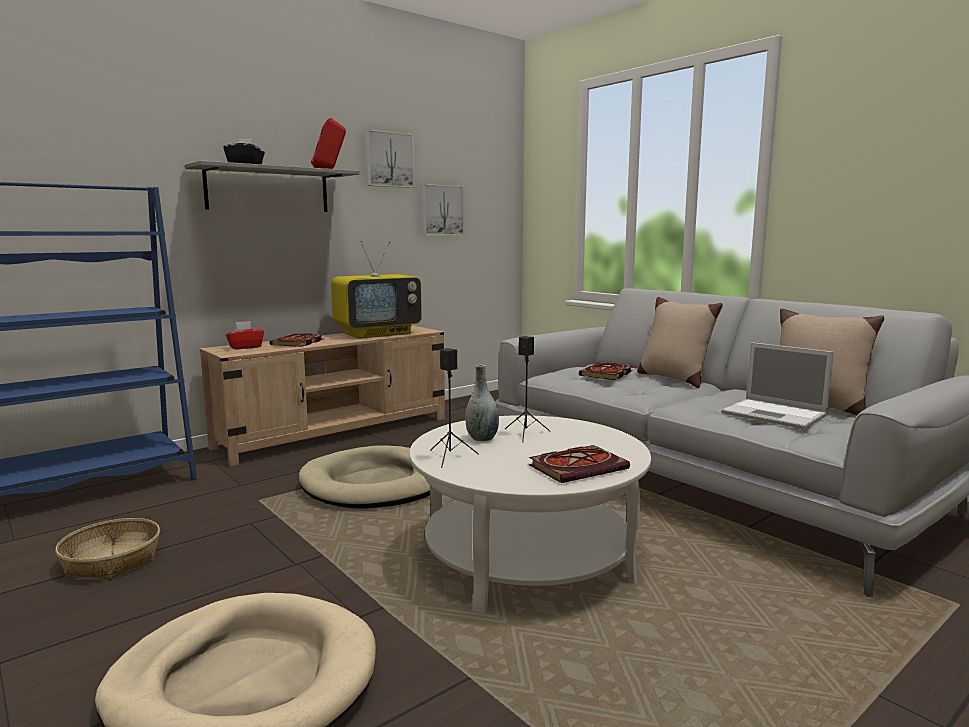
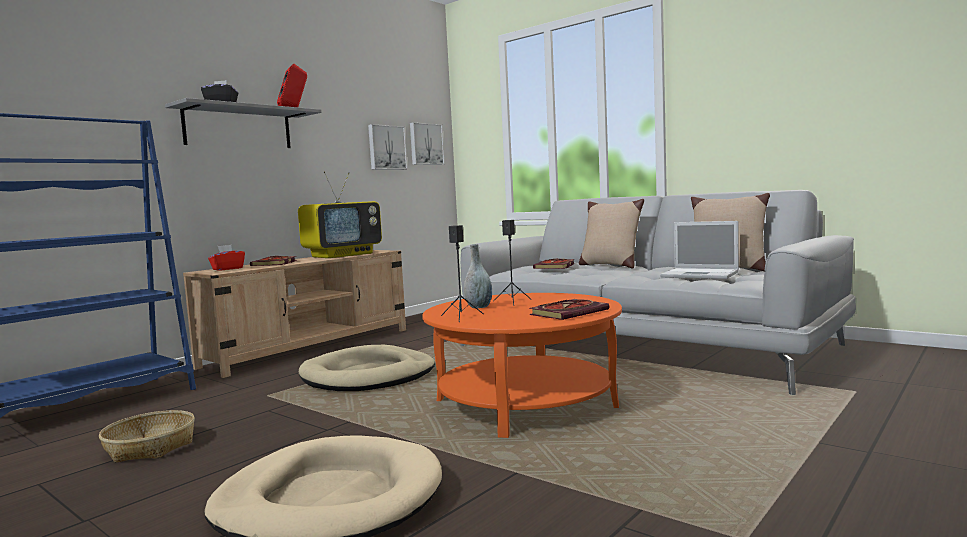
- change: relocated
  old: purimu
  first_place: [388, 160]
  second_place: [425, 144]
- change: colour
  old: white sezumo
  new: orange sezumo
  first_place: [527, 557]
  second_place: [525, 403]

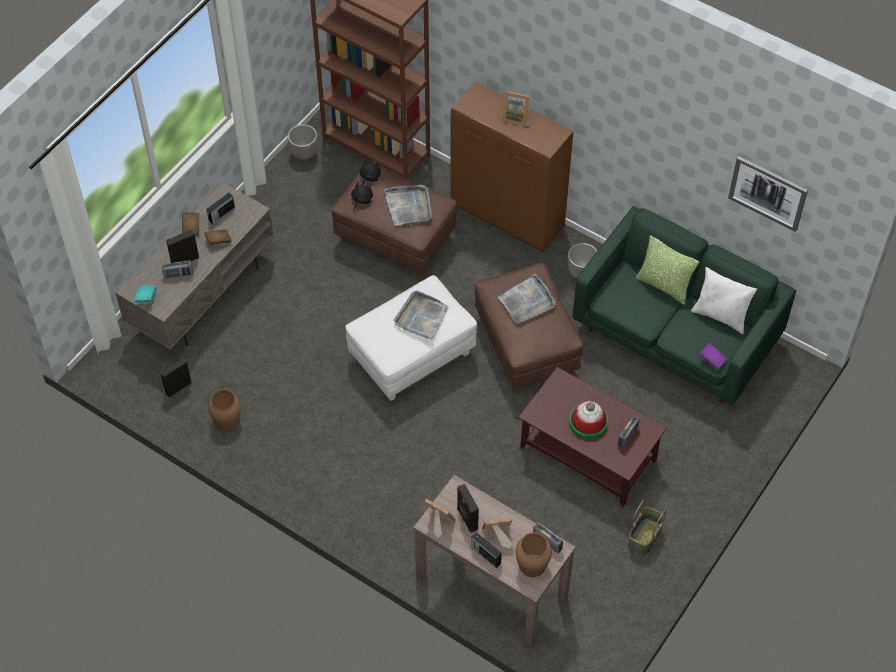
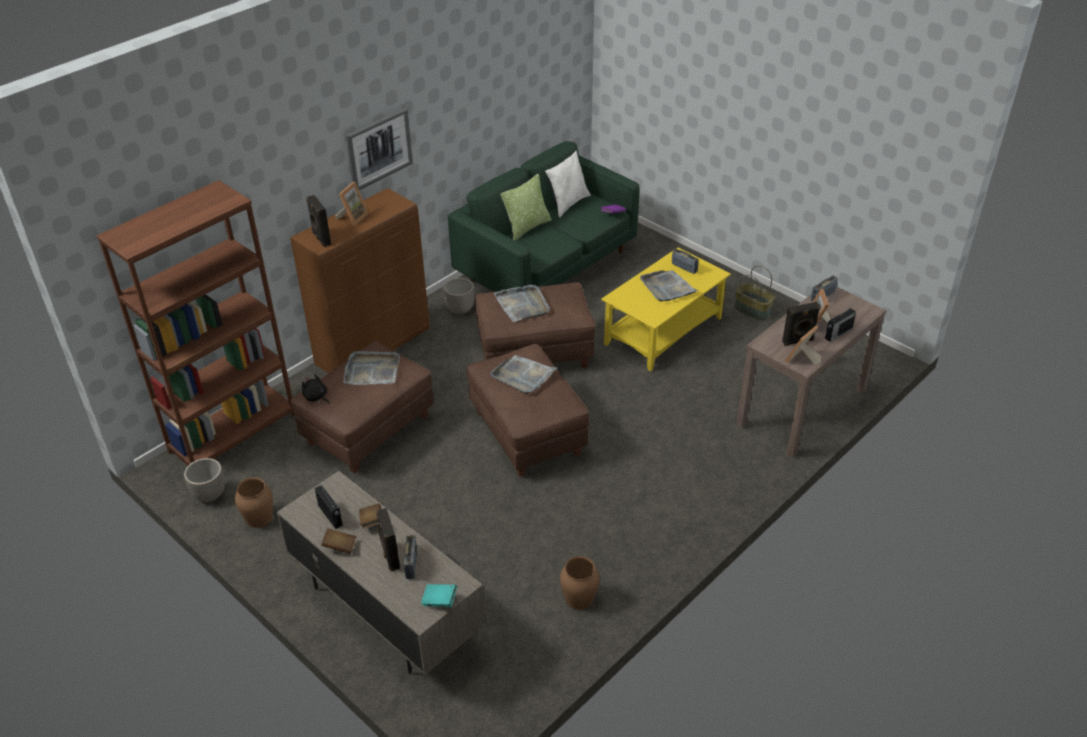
- change: relocated
  old: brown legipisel
  first_place: [532, 565]
  second_place: [258, 517]
- change: relocated
  old: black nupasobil
  first_place: [178, 387]
  second_place: [321, 239]
- change: relocated
  old: purimu
  first_place: [768, 193]
  second_place: [379, 149]
- change: colour
  old: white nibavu
  new: brown nibavu
  first_place: [412, 356]
  second_place: [527, 433]
- change: colour
  old: brown sezumo
  new: yellow sezumo
  first_place: [589, 454]
  second_place: [663, 330]
- change: exchanged
  old: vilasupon
  new: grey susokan
  first_place: [588, 422]
  second_place: [667, 287]
- change: missing
  old: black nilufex
  first_place: [361, 200]

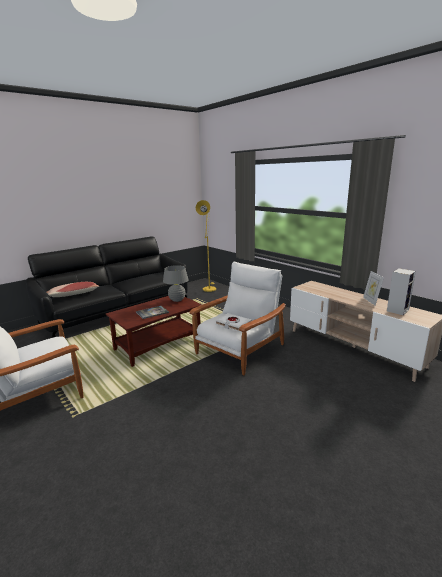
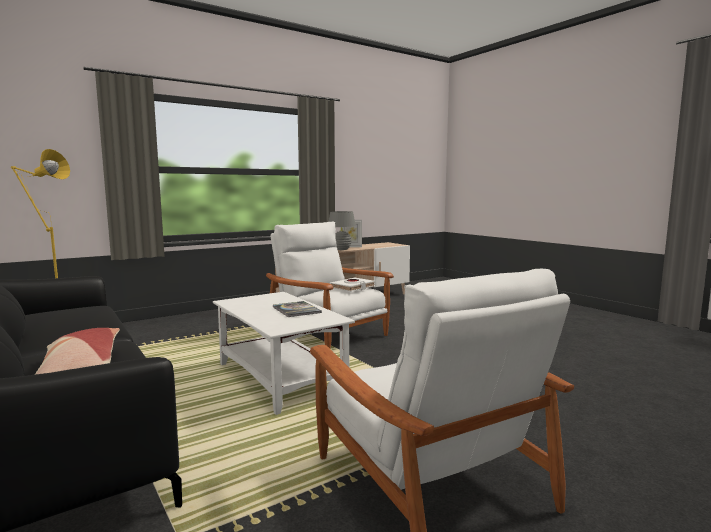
- change: colour
  old: brown sezumo
  new: white sezumo
  first_place: [159, 344]
  second_place: [279, 378]
- change: relocated
  old: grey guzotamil
  first_place: [177, 300]
  second_place: [341, 249]
- change: missing
  old: nupasobil
  first_place: [397, 310]

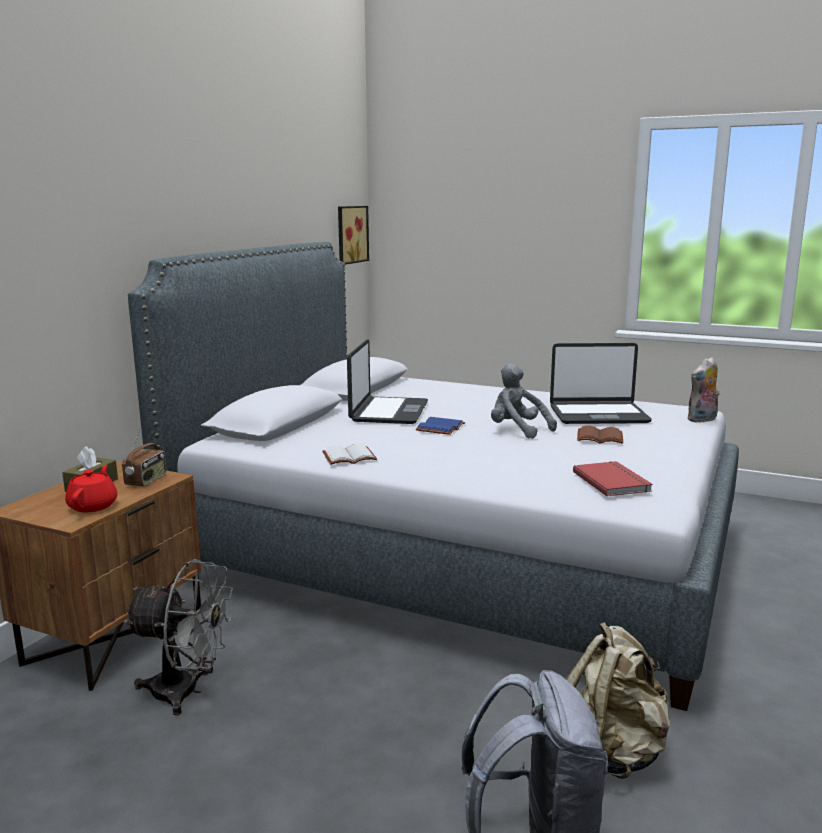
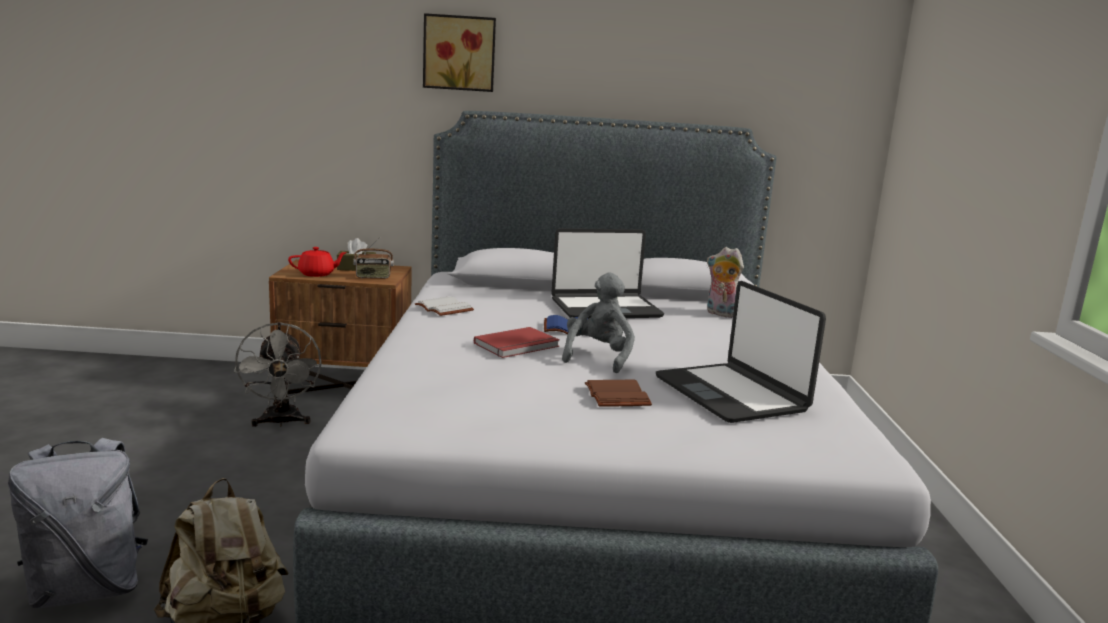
- change: relocated
  old: purimu
  first_place: [350, 234]
  second_place: [459, 53]
- change: relocated
  old: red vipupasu
  first_place: [613, 481]
  second_place: [518, 346]
- change: relocated
  old: nilufex
  first_place: [702, 420]
  second_place: [721, 314]

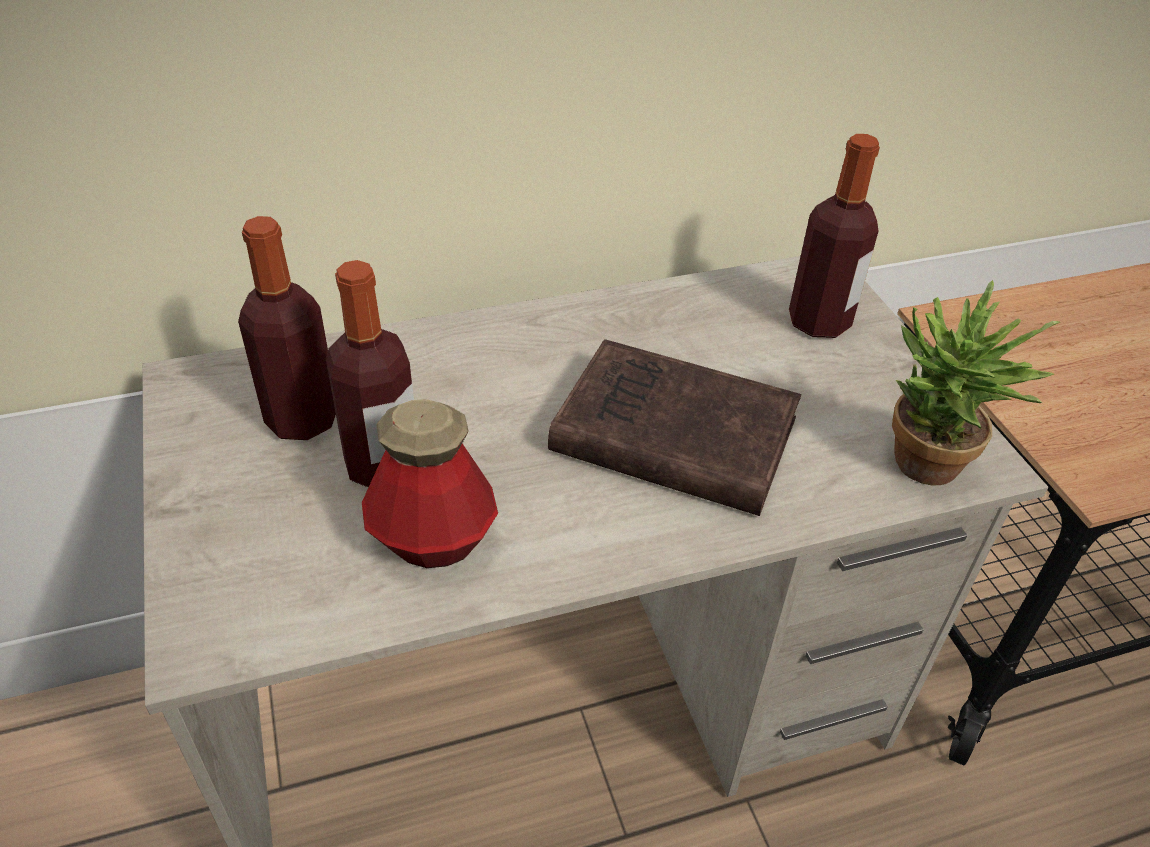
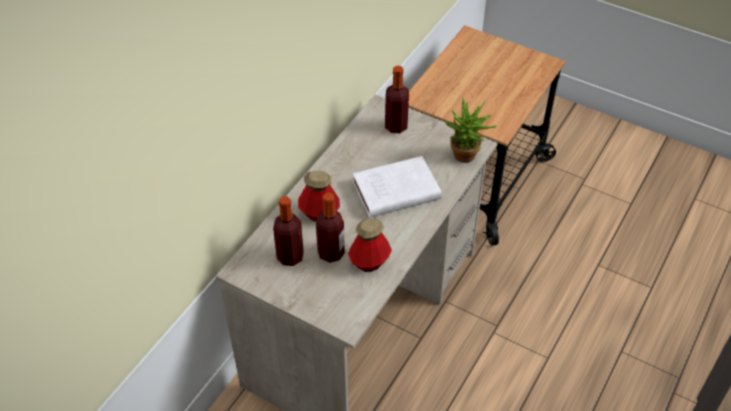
- change: appeared
  new: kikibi
  second_place: [319, 213]
- change: colour
  old: brown vipupasu
  new: white vipupasu
  first_place: [668, 434]
  second_place: [394, 191]

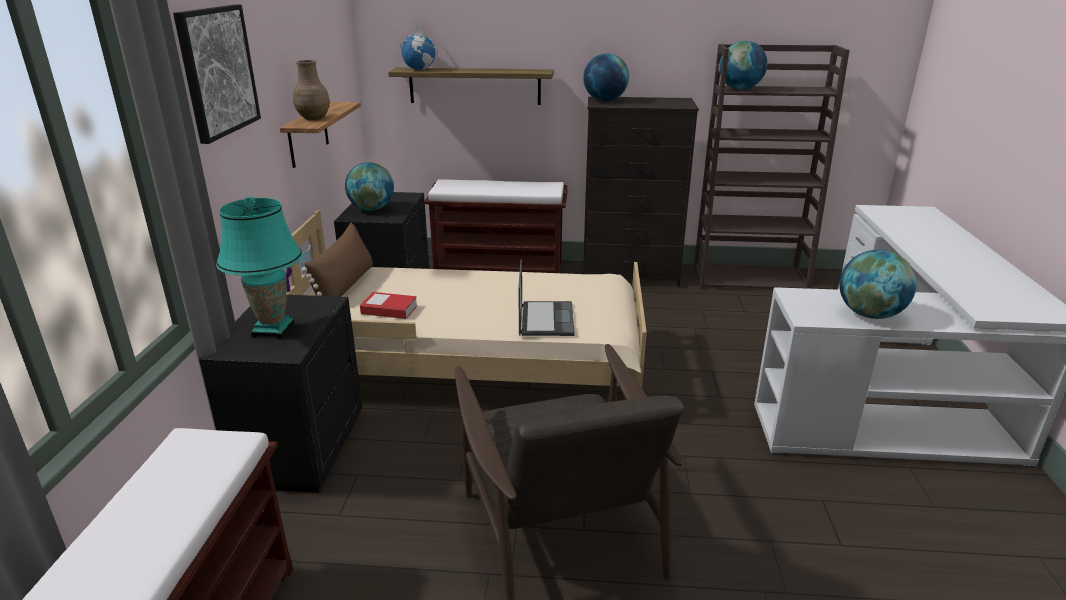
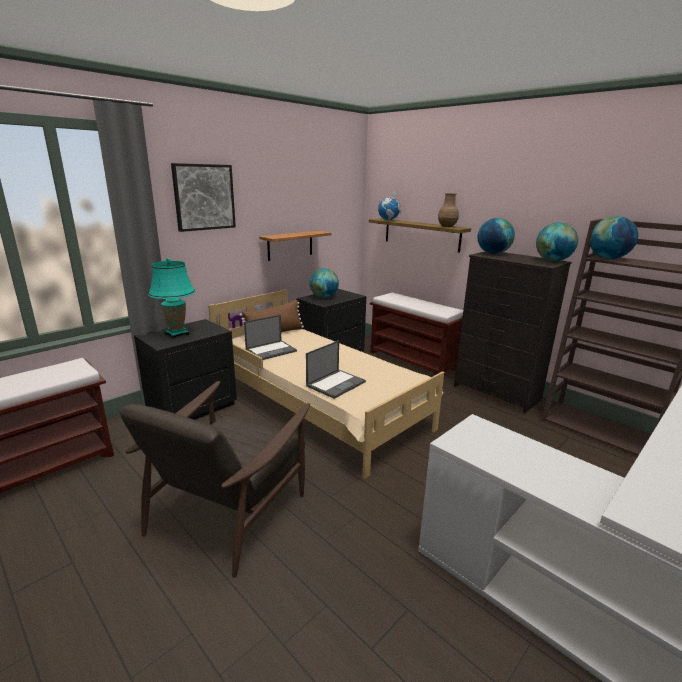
- change: exchanged
  old: vipupasu
  new: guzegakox
  first_place: [389, 310]
  second_place: [271, 350]
- change: relocated
  old: brown legipisel
  first_place: [314, 118]
  second_place: [447, 226]
- change: relocated
  old: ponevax
  first_place: [870, 315]
  second_place: [553, 260]

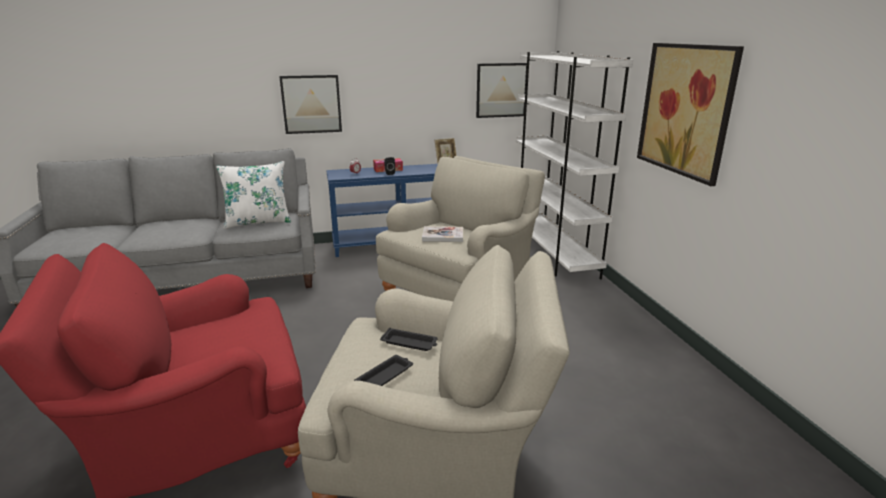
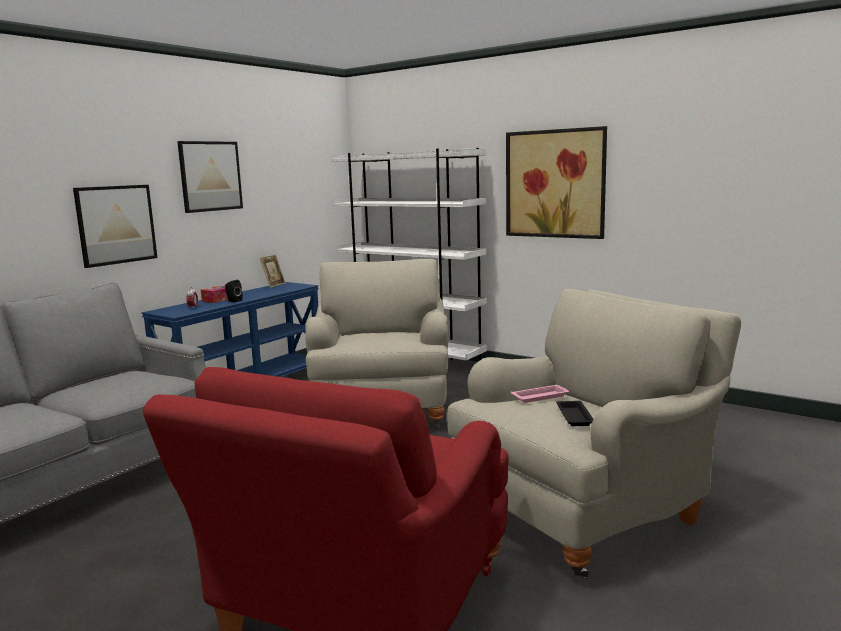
- change: relocated
  old: purimu
  first_place: [501, 90]
  second_place: [210, 176]
- change: colour
  old: black susokan
  new: pink susokan
  first_place: [410, 343]
  second_place: [541, 397]
- change: missing
  old: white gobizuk
  first_place: [258, 222]
- change: missing
  old: vipupasu
  first_place: [443, 235]

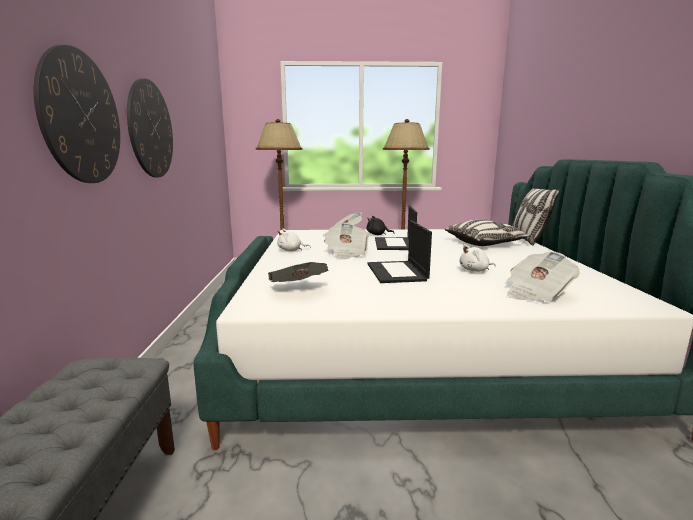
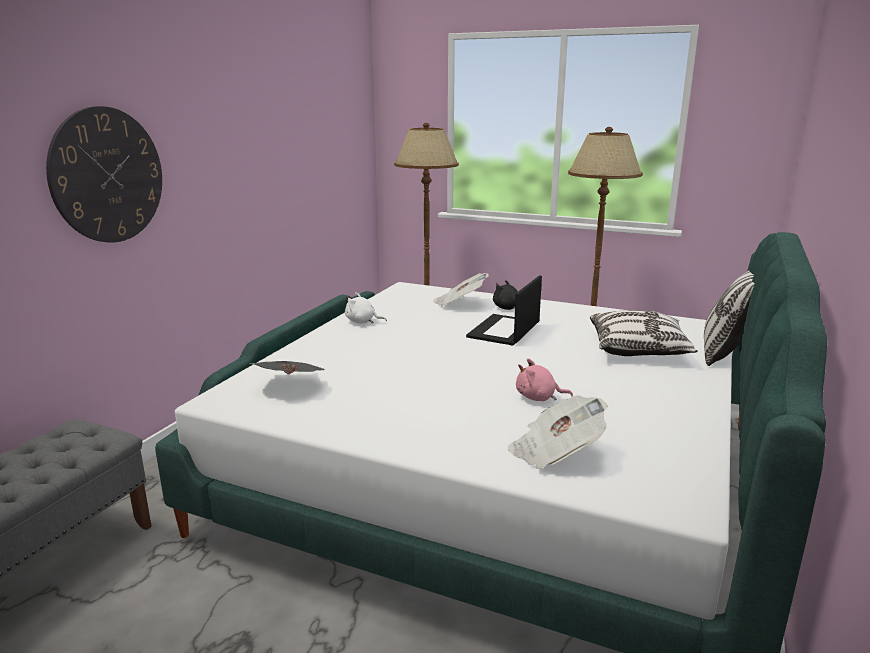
- change: colour
  old: white nilufex
  new: pink nilufex
  first_place: [475, 270]
  second_place: [538, 397]
- change: missing
  old: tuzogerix
  first_place: [151, 129]
- change: missing
  old: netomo
  first_place: [346, 253]
- change: missing
  old: guzegakox
  first_place: [397, 272]

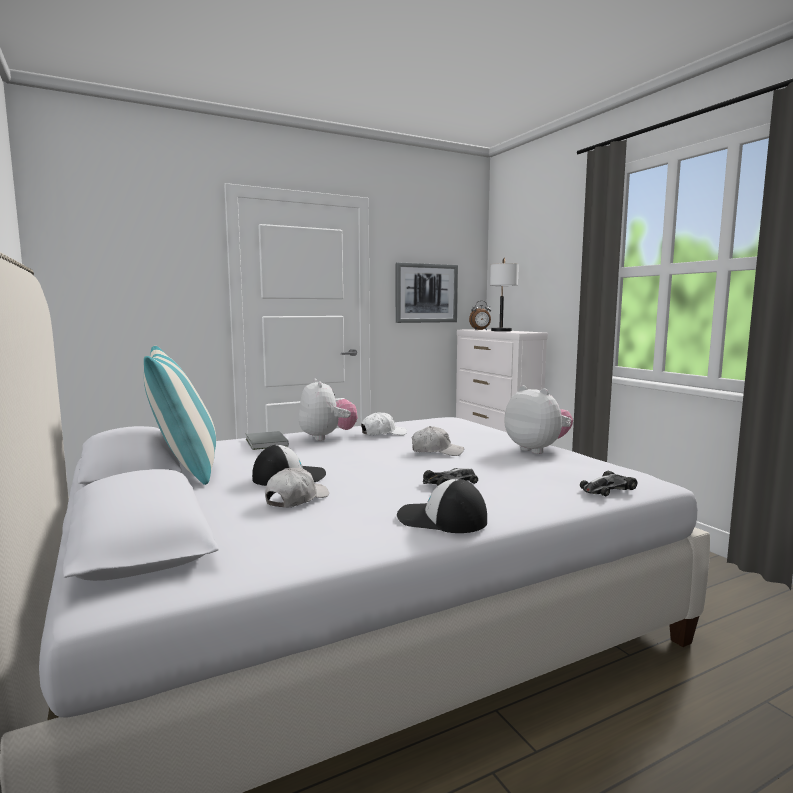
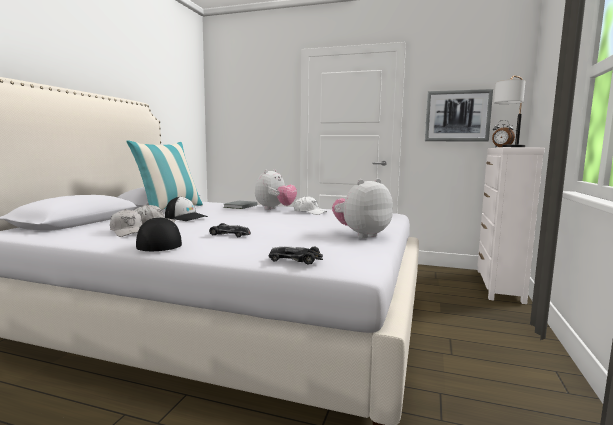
- change: relocated
  old: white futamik
  first_place: [436, 451]
  second_place: [128, 232]
- change: spun
  old: nilufex
  first_place: [537, 449]
  second_place: [361, 235]
  degrees: -135

